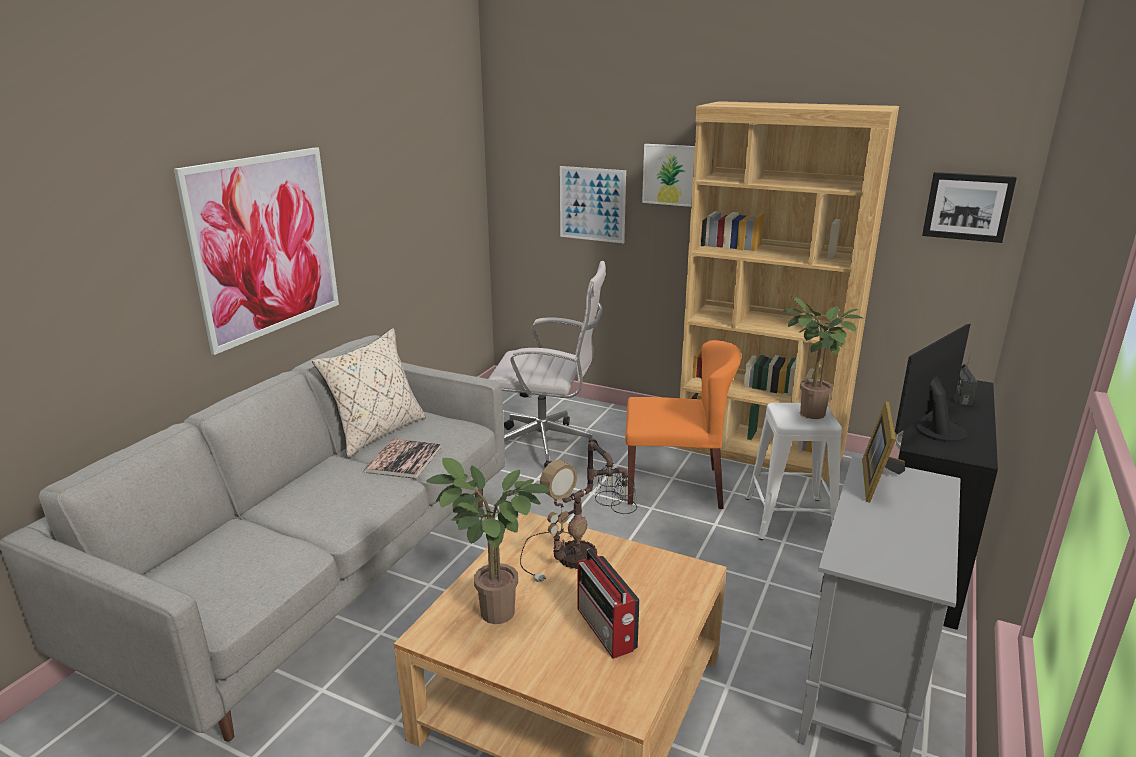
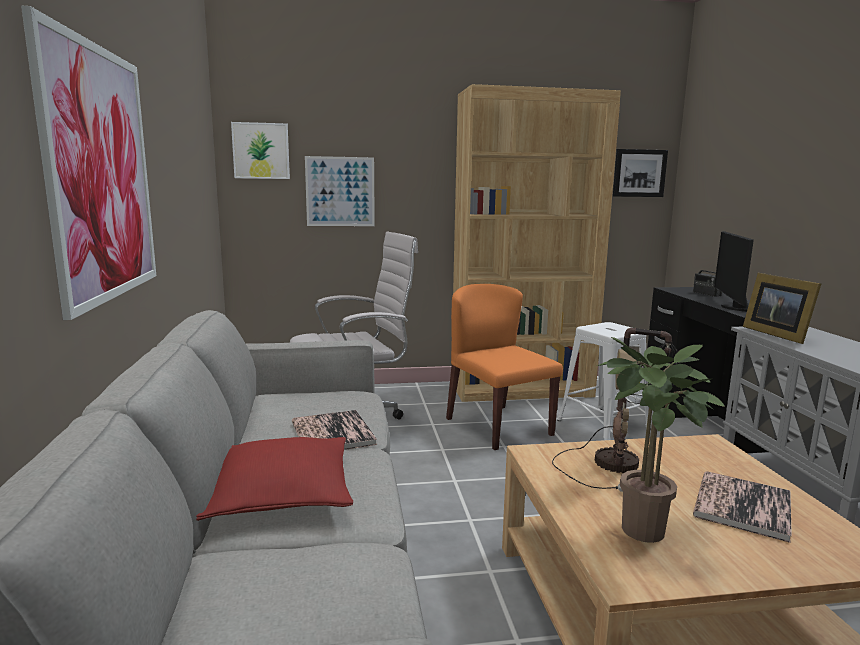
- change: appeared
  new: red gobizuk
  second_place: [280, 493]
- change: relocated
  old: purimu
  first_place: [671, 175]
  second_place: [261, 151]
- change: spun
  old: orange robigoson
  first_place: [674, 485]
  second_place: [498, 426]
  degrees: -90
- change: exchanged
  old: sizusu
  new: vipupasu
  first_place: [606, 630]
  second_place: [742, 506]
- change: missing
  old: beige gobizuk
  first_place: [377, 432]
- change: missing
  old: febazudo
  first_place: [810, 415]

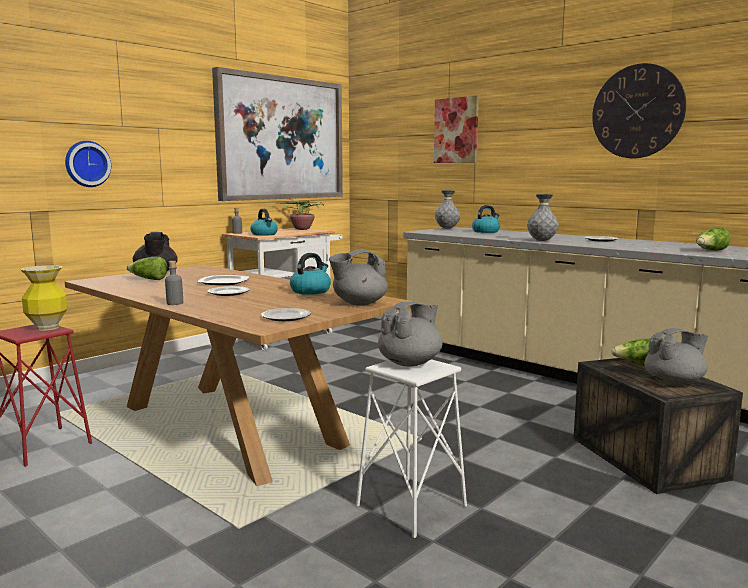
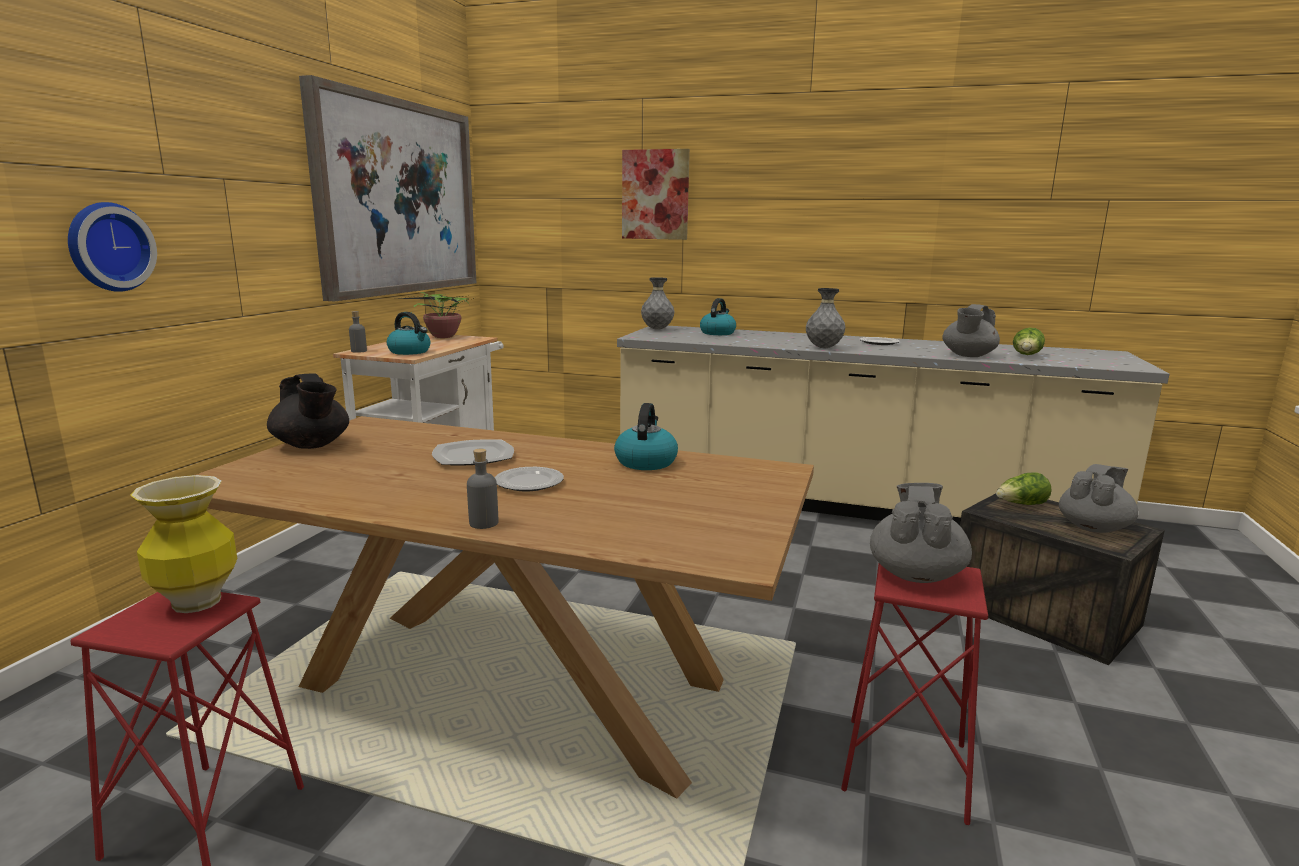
- change: colour
  old: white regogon
  new: red regogon
  first_place: [410, 506]
  second_place: [905, 768]
- change: relocated
  old: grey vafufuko
  first_place: [359, 303]
  second_place: [968, 356]
- change: missing
  old: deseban
  first_place: [148, 279]
- change: missing
  old: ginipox
  first_place: [285, 317]
- change: missing
  old: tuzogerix
  first_place: [637, 111]

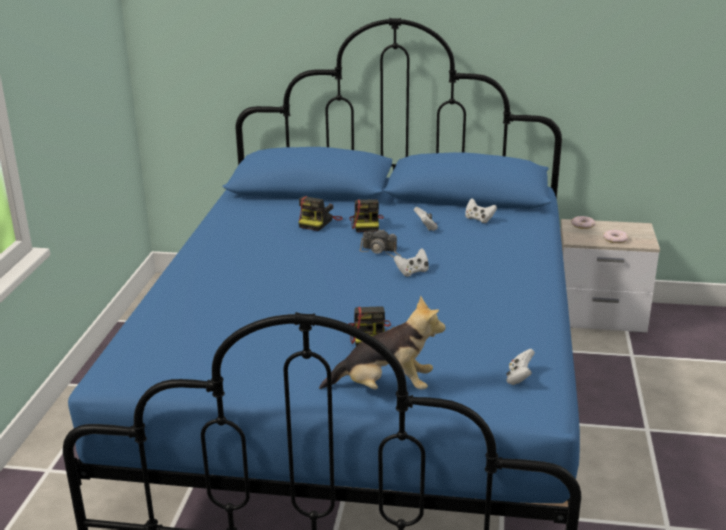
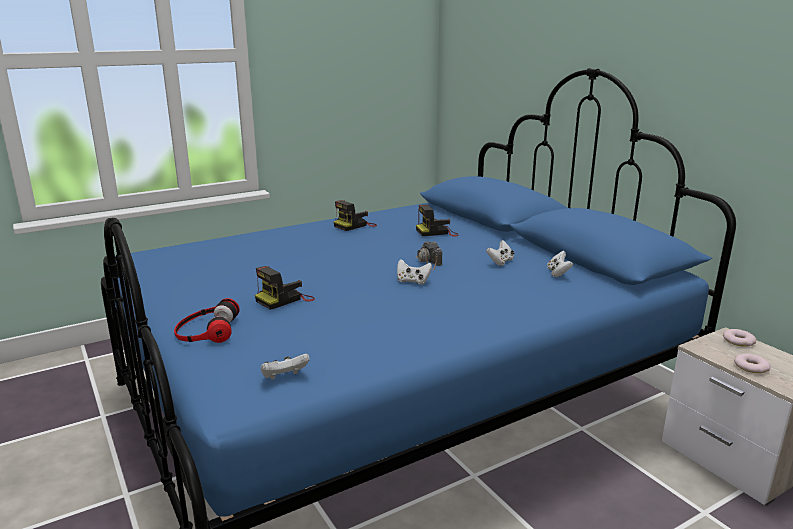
- change: exchanged
  old: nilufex
  new: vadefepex
  first_place: [385, 388]
  second_place: [206, 330]
- change: relocated
  old: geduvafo
  first_place: [366, 224]
  second_place: [354, 226]

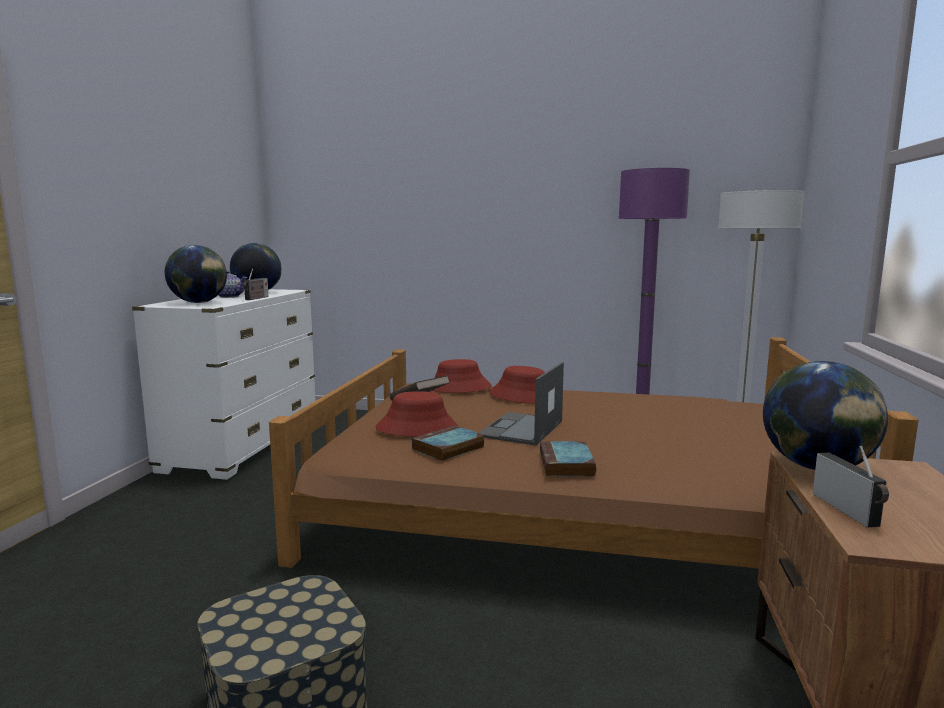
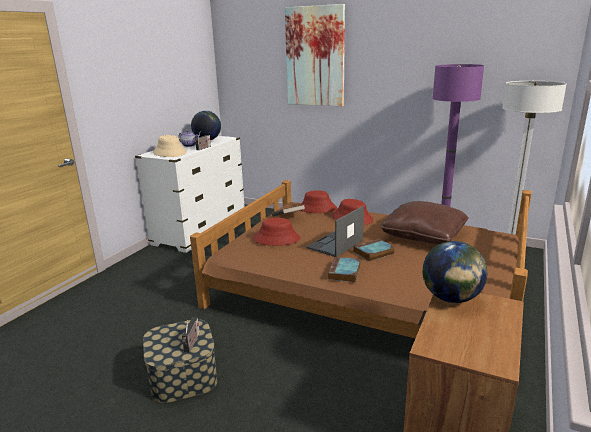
- change: exchanged
  old: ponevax
  new: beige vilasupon
  first_place: [198, 303]
  second_place: [170, 152]
- change: relocated
  old: sizusu
  first_place: [848, 511]
  second_place: [192, 343]
- change: appeared
  new: purimu
  second_place: [315, 57]
- change: relocated
  old: vipupasu
  first_place: [448, 448]
  second_place: [373, 253]
- change: appeared
  new: brown gobizuk
  second_place: [423, 235]

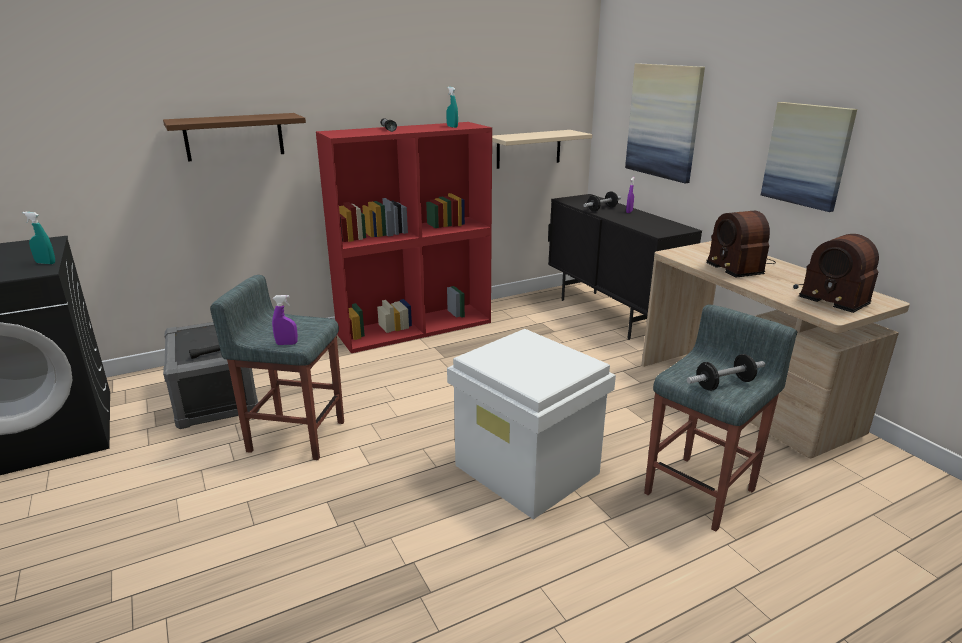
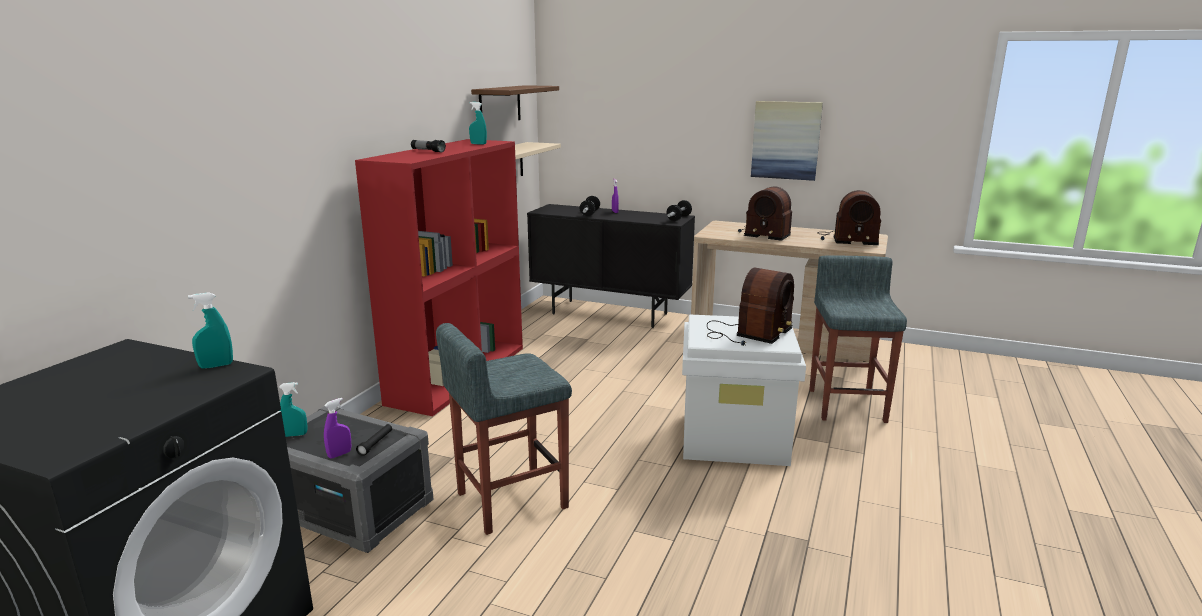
- change: appeared
  new: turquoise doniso
  second_place: [295, 435]
- change: relocated
  old: purple doniso
  first_place: [287, 344]
  second_place: [339, 454]
- change: relocated
  old: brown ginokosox
  first_place: [234, 136]
  second_place: [500, 105]
- change: relocated
  old: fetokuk
  first_place: [724, 384]
  second_place: [679, 218]
- change: appeared
  new: sizusu
  second_place: [747, 333]
- change: missing
  old: purimu
  first_place: [664, 121]

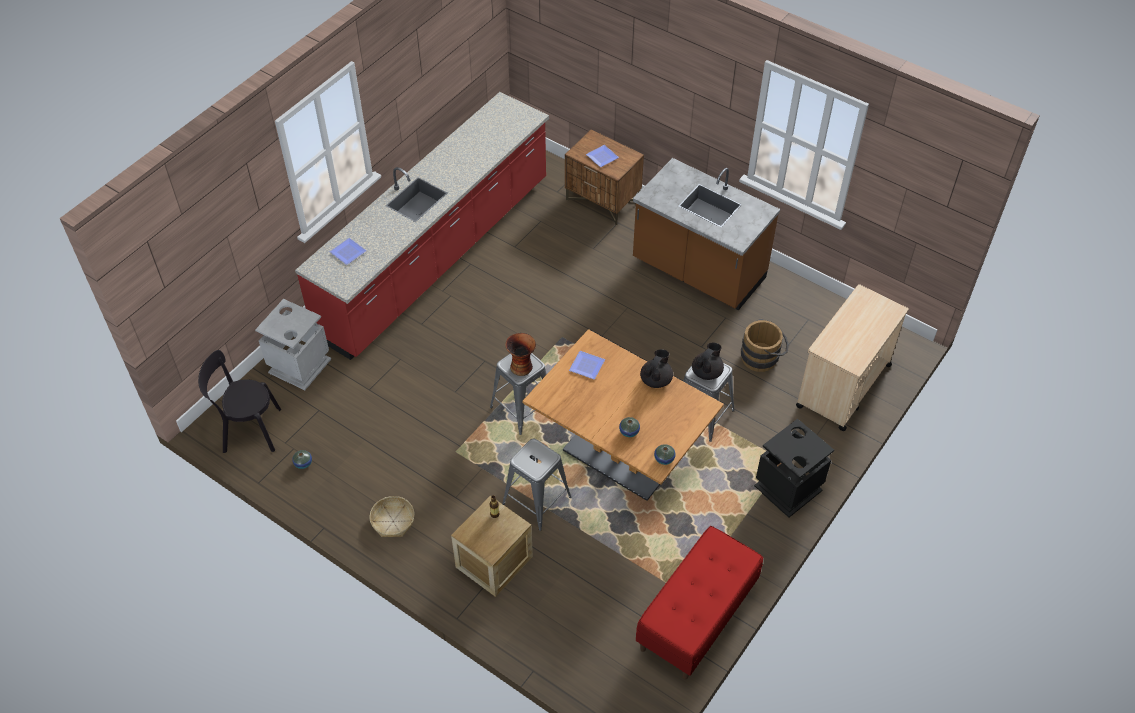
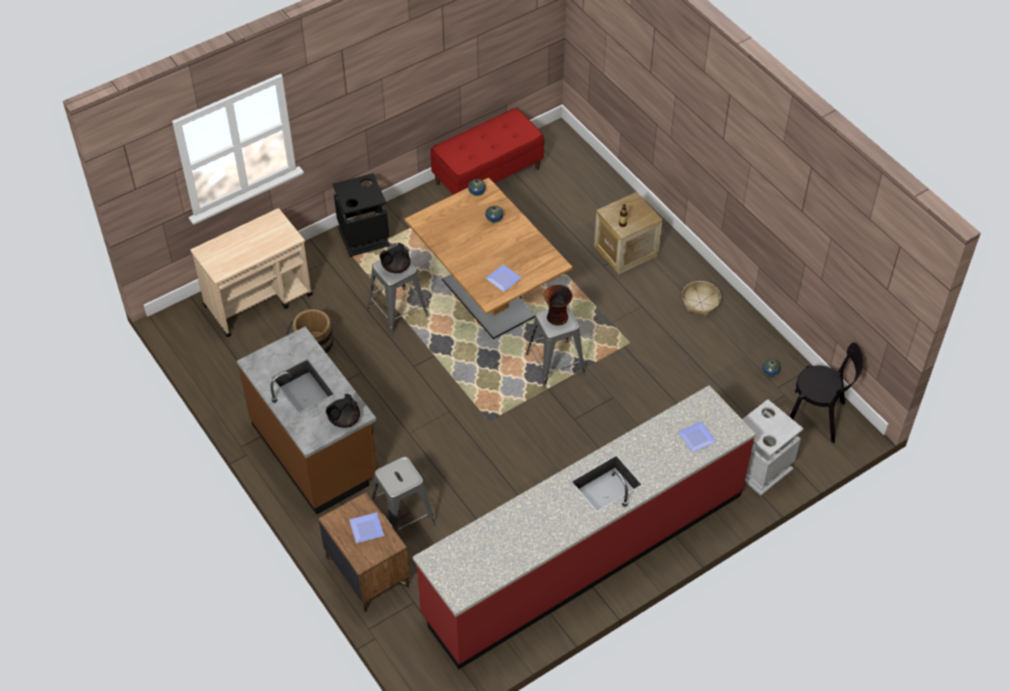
- change: relocated
  old: black vafufuko
  first_place: [656, 379]
  second_place: [343, 420]
- change: relocated
  old: grey regogon
  first_place: [537, 500]
  second_place: [402, 517]

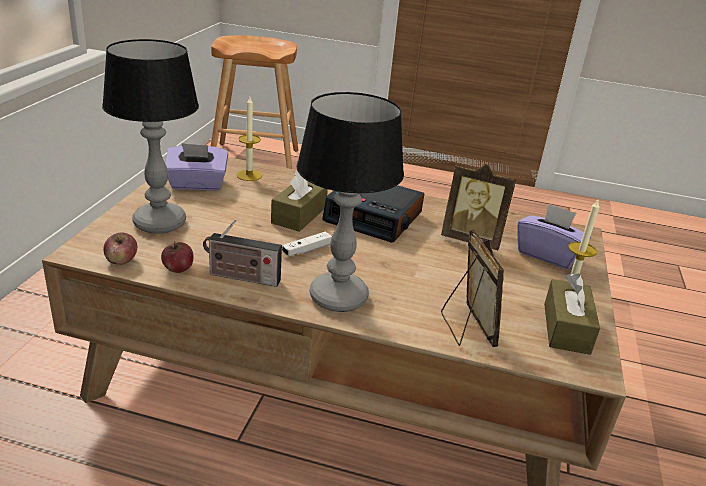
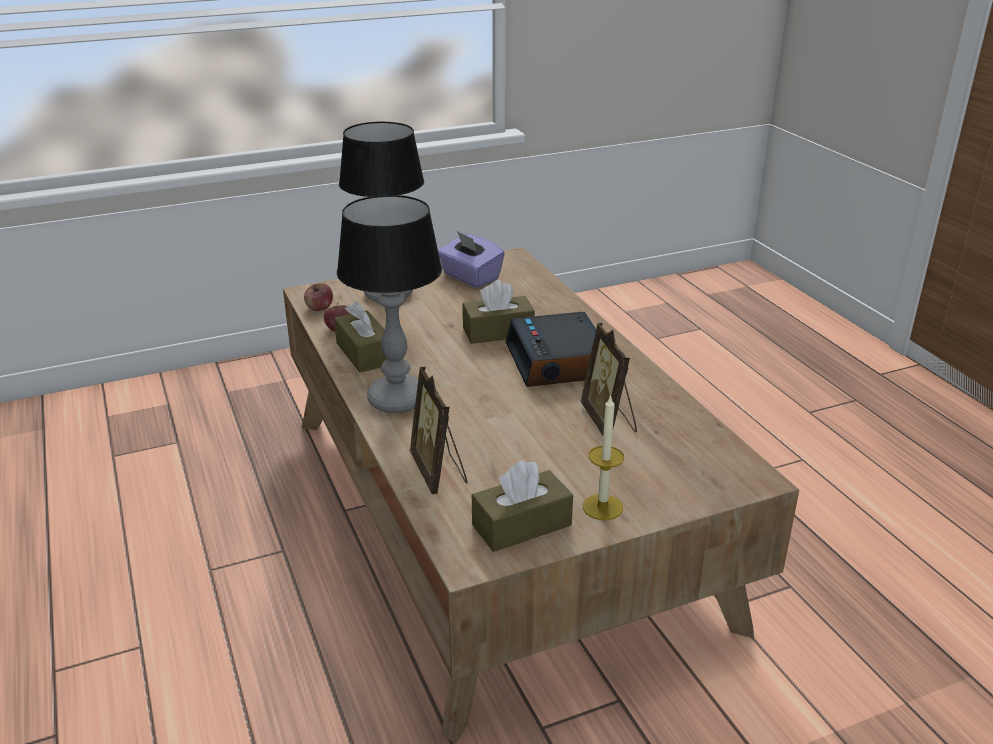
- change: exchanged
  old: sizusu
  new: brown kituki
  first_place: [241, 277]
  second_place: [364, 353]
- change: spun
  old: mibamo
  first_place: [466, 328]
  second_place: [439, 472]
  degrees: 120
- change: missing
  old: brown regogon
  first_place: [254, 159]
- change: missing
  old: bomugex
  first_place: [249, 175]
- change: missing
  old: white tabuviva
  first_place: [307, 250]
- change: missing
  old: purple kituki
  first_place: [547, 255]

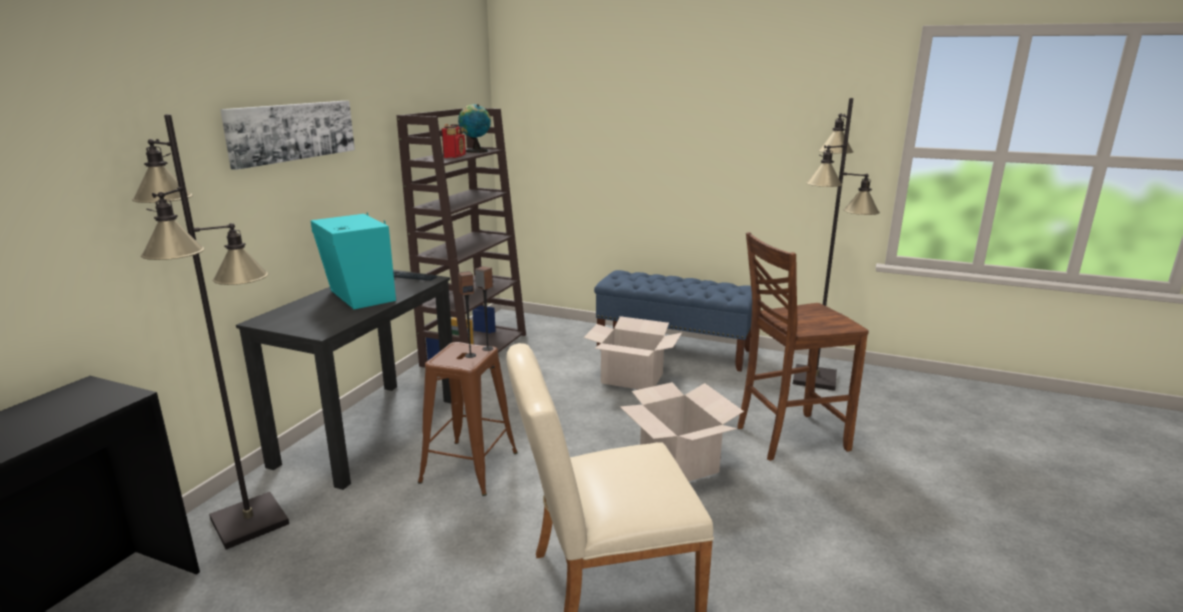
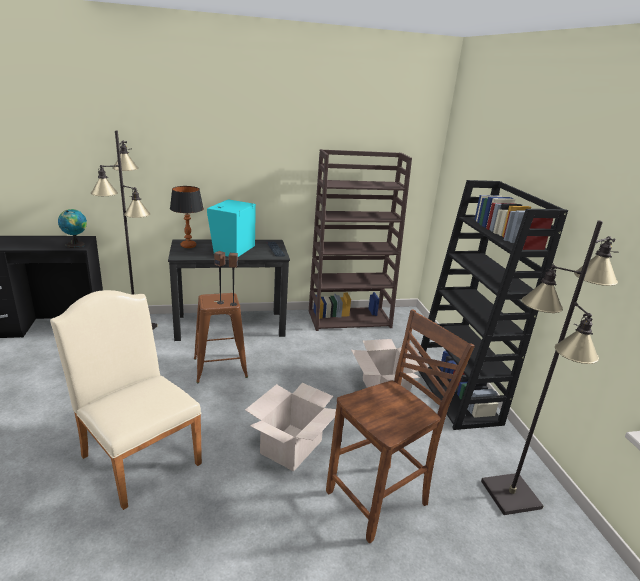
- change: relocated
  old: ponevax
  first_place: [475, 151]
  second_place: [76, 244]
- change: appeared
  new: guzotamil
  second_place: [188, 246]
- change: spun
  old: brown robigoson
  first_place: [788, 437]
  second_place: [380, 499]
  degrees: 105
- change: exchanged
  old: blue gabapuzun
  new: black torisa
  first_place: [674, 349]
  second_place: [457, 395]
- change: missing
  old: purimu
  first_place: [292, 131]
- change: missing
  old: sizusu
  first_place: [454, 156]

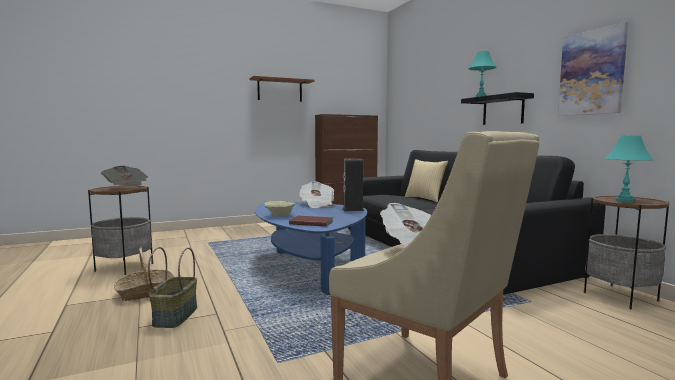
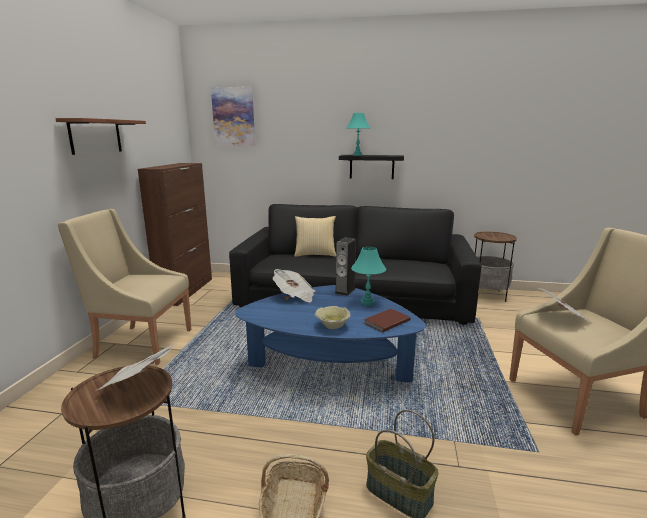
- change: appeared
  new: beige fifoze
  second_place: [141, 343]
- change: relocated
  old: purimu
  first_place: [592, 73]
  second_place: [233, 117]
- change: relocated
  old: turquoise guzotamil
  first_place: [624, 201]
  second_place: [367, 303]

